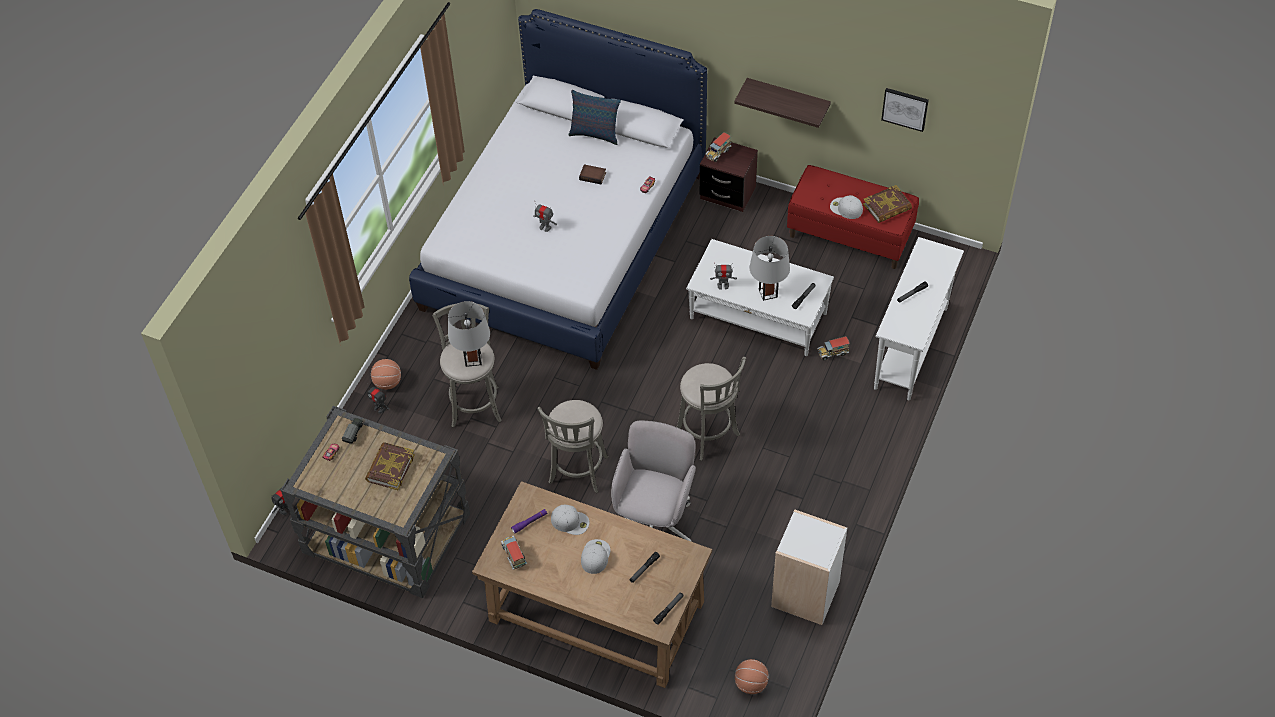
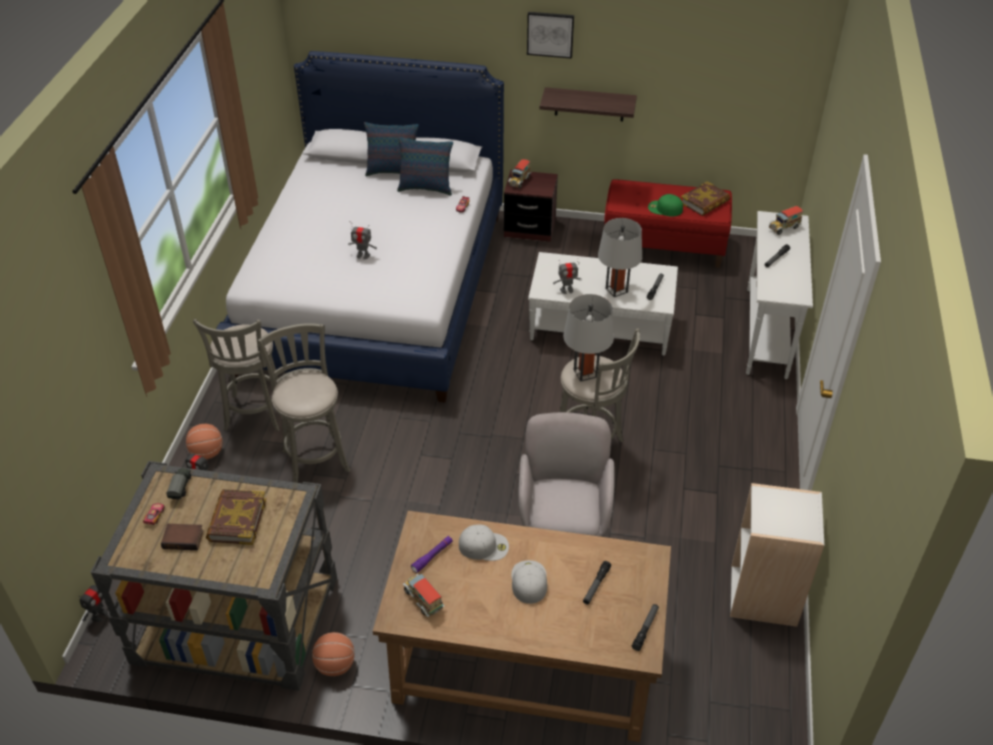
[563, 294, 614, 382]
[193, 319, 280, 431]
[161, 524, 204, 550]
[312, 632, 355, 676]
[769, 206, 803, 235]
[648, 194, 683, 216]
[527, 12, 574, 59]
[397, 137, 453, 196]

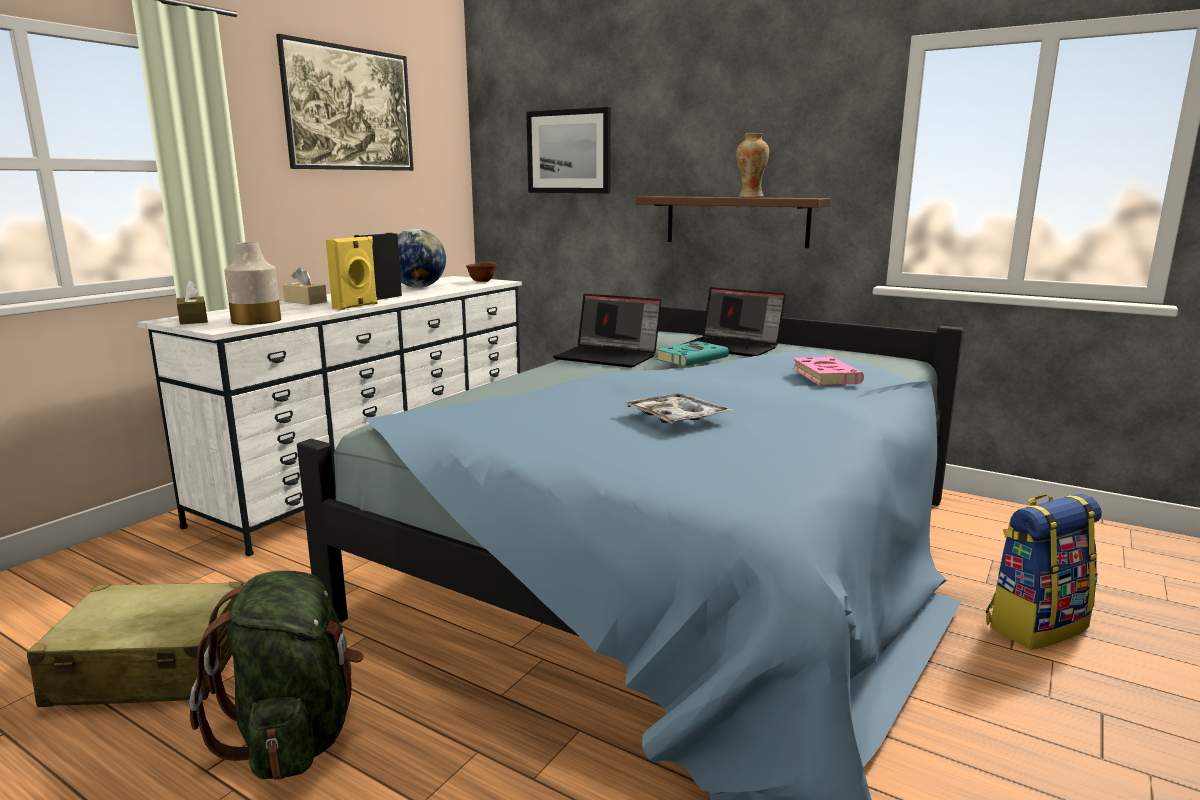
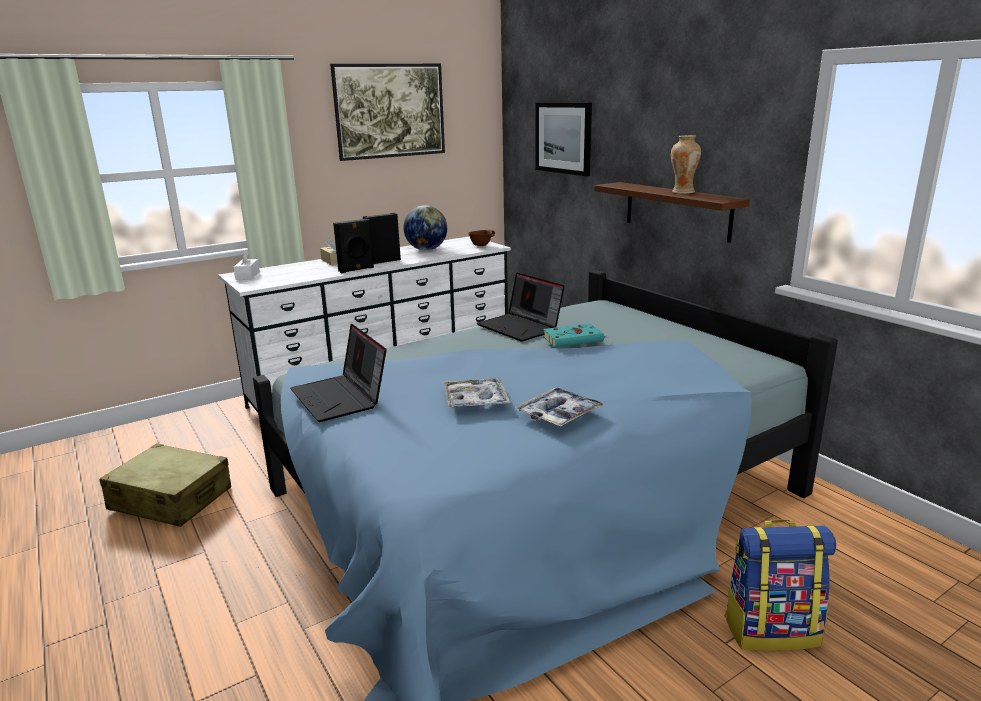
[233, 250, 260, 280]
[190, 571, 364, 780] (first image)
[224, 242, 281, 325] (first image)
[333, 219, 374, 273]
[290, 324, 386, 422]
[792, 356, 864, 385] (first image)
[515, 387, 604, 427]

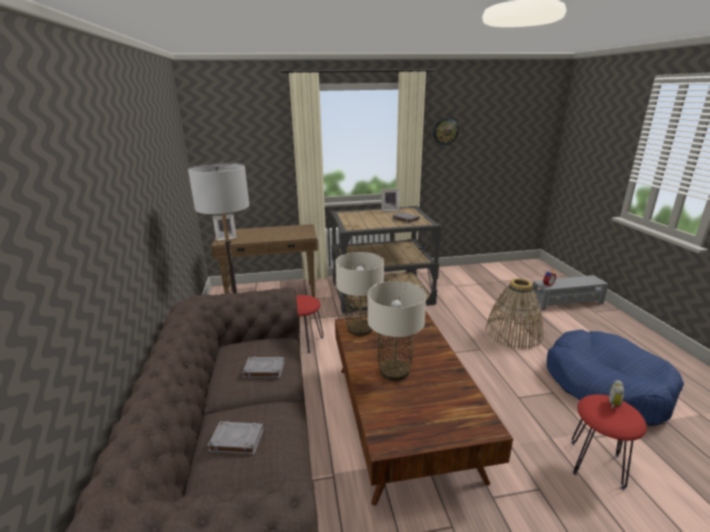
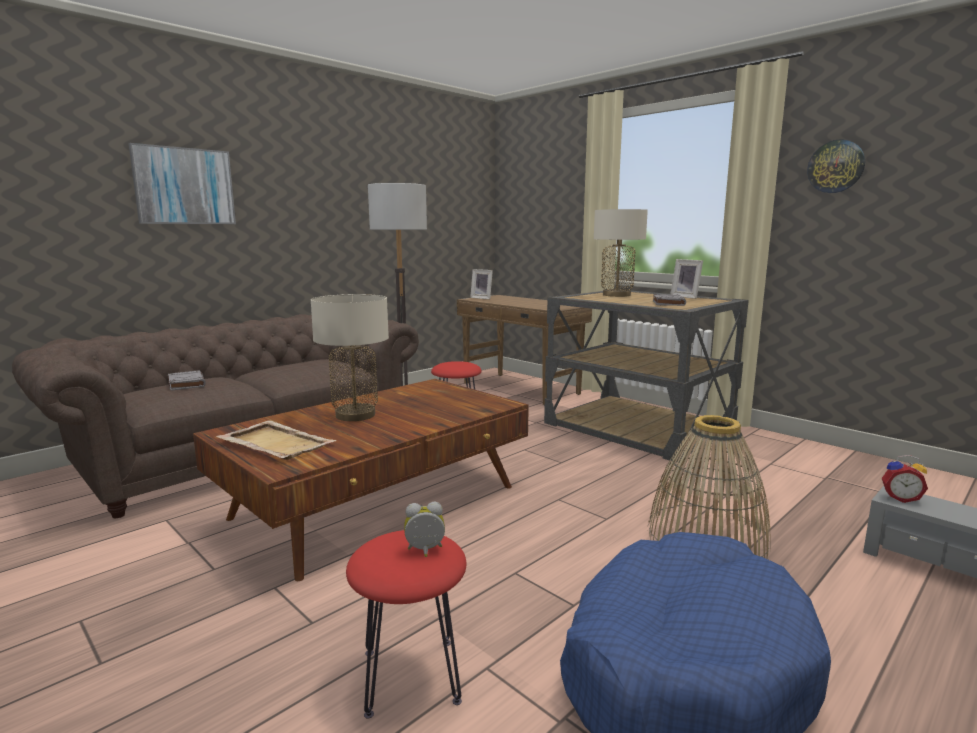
[242, 357, 285, 378] (first image)
[594, 209, 648, 297]
[128, 143, 236, 224]
[216, 420, 336, 460]

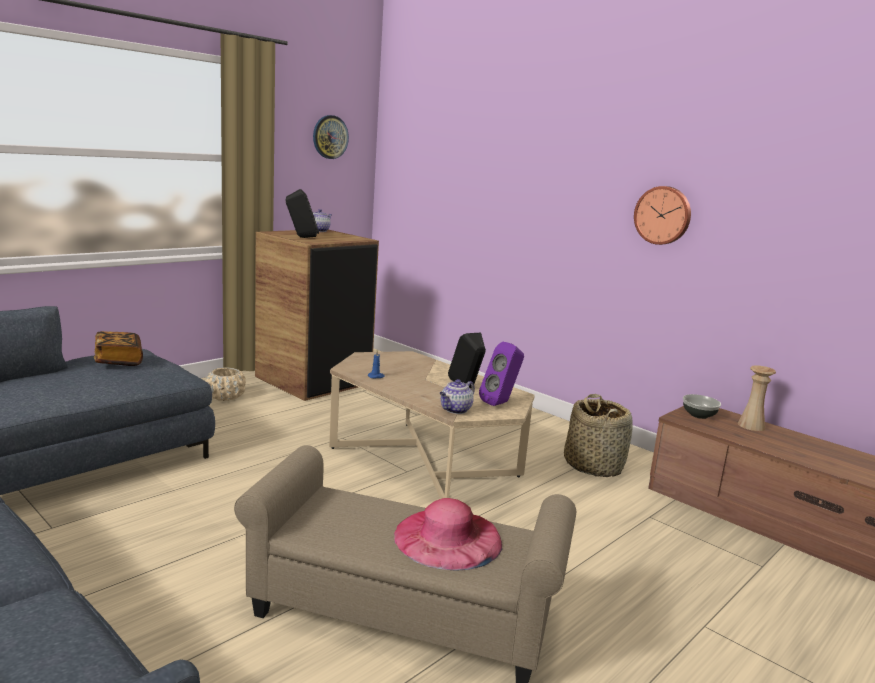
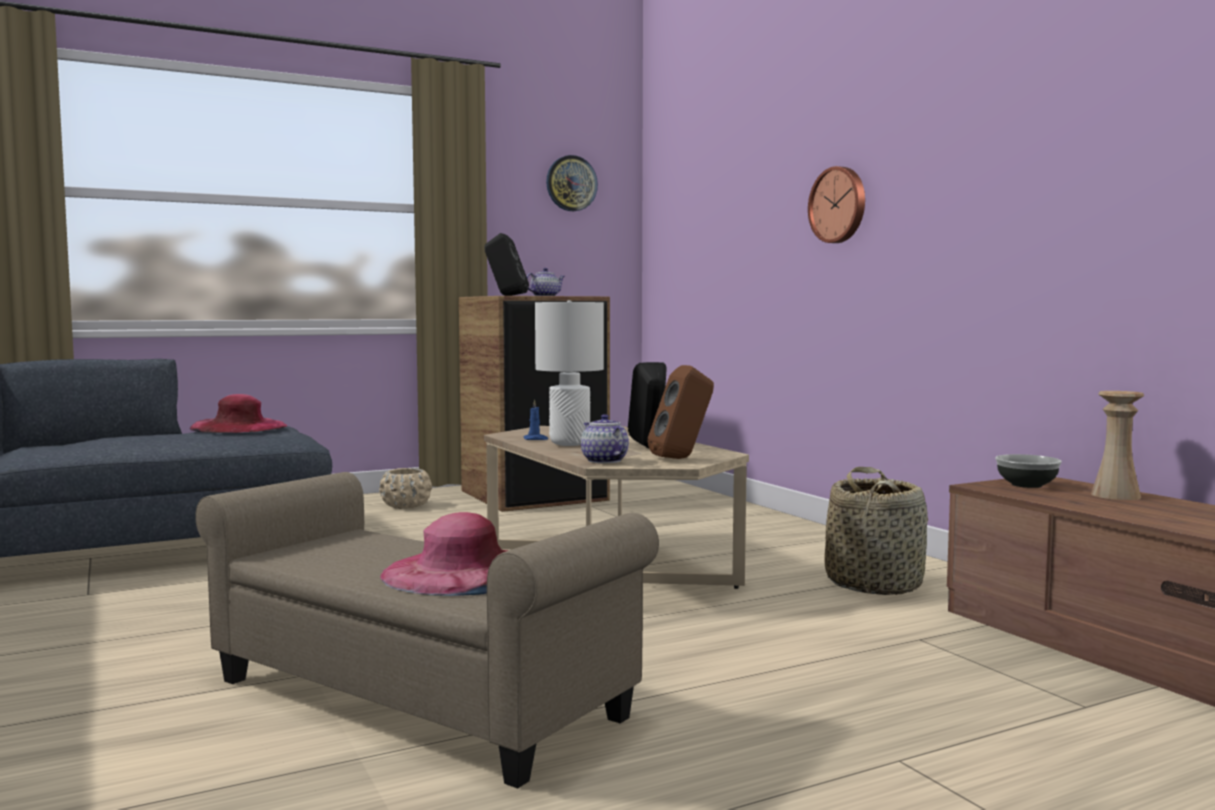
[190, 394, 287, 433]
[581, 414, 629, 463]
[647, 365, 714, 459]
[808, 166, 865, 243]
[535, 300, 604, 446]

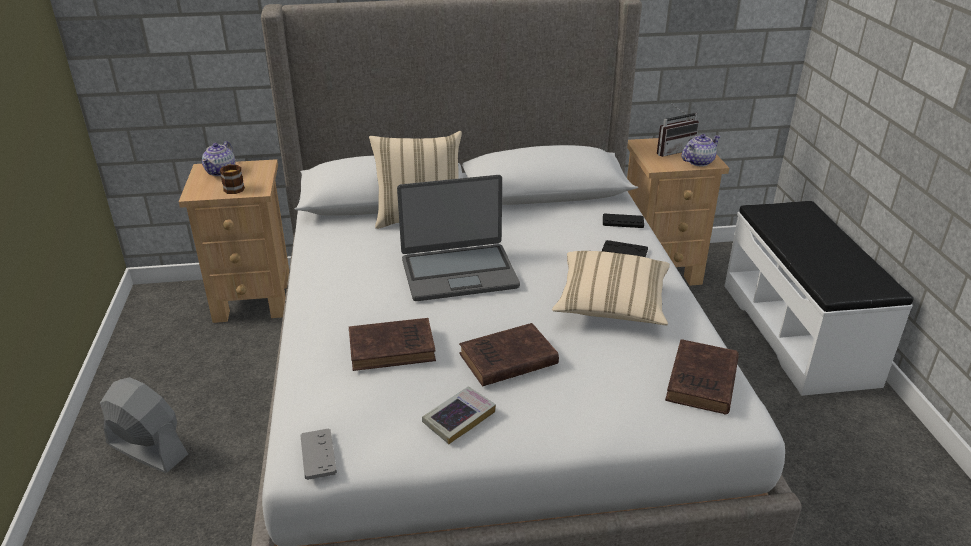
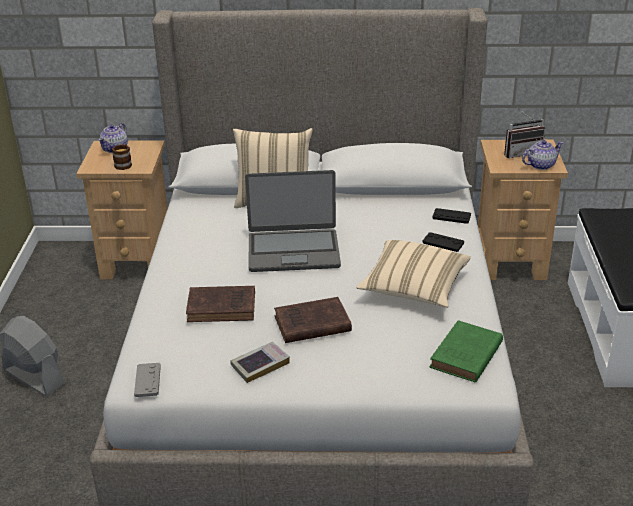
[429, 320, 503, 383]

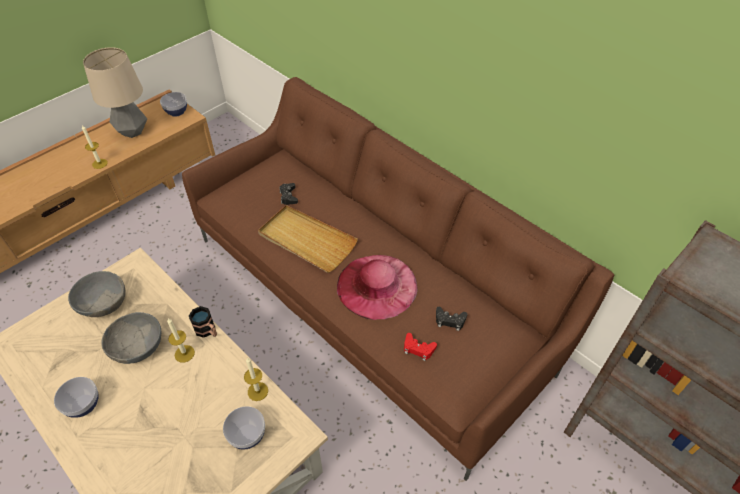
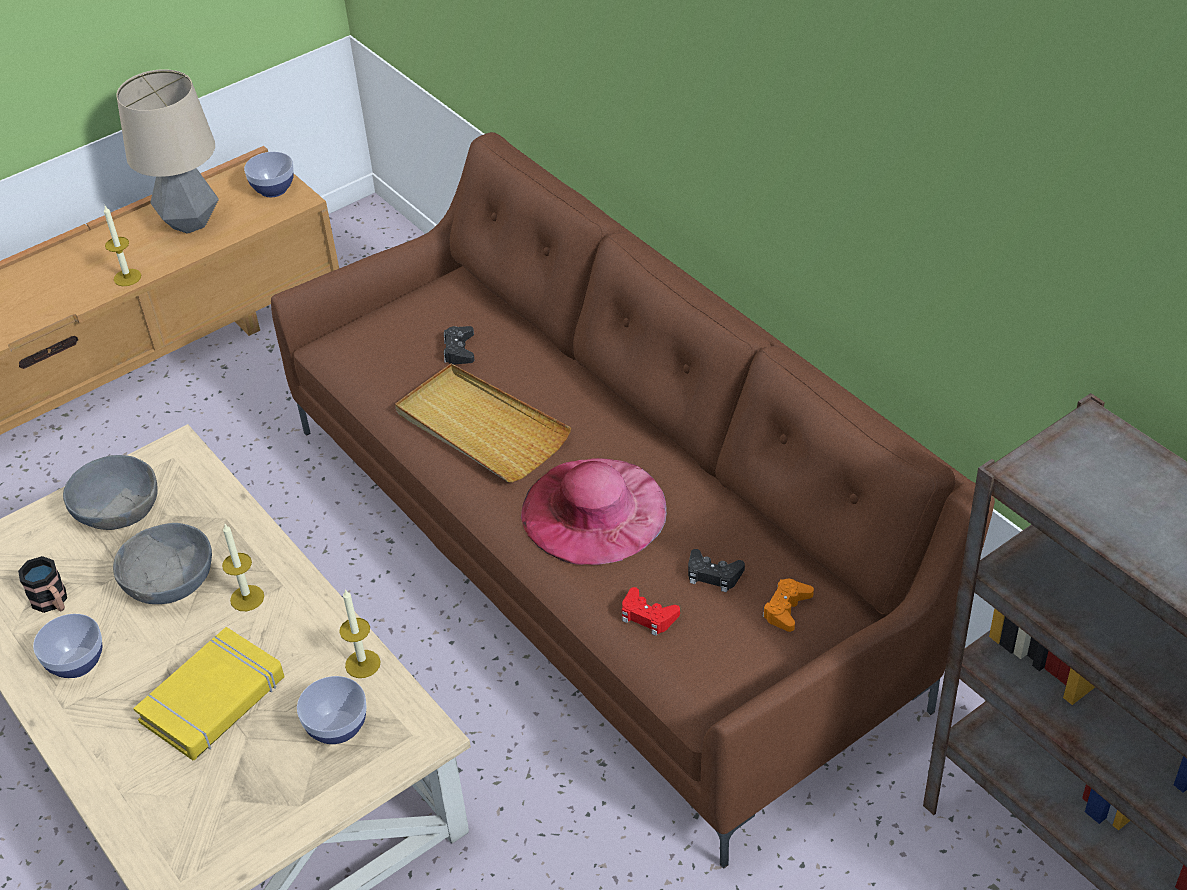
[18, 556, 67, 613]
[133, 627, 285, 760]
[762, 579, 814, 632]

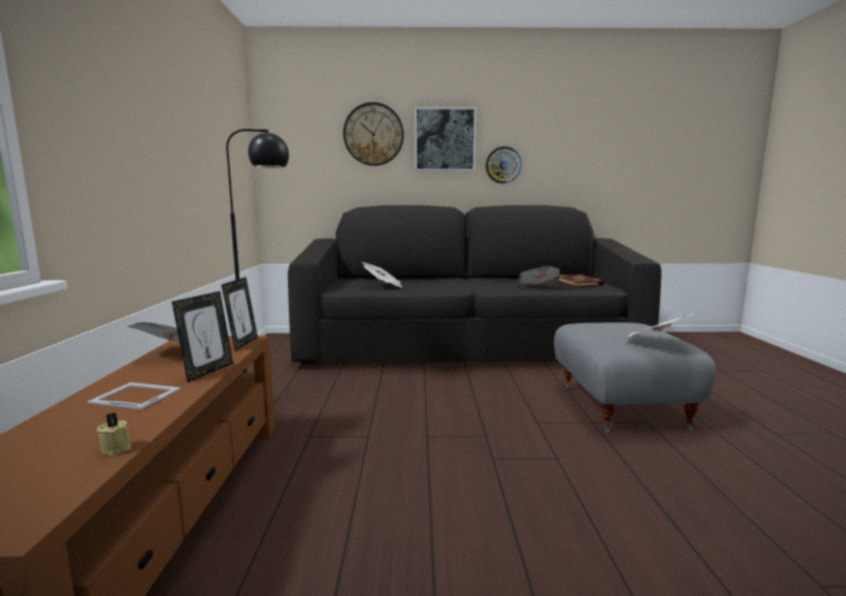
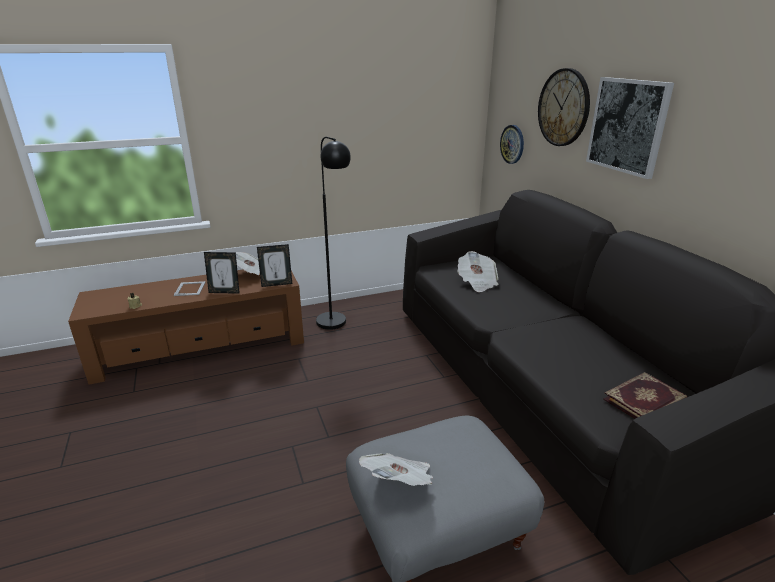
[500, 125, 524, 164]
[519, 266, 560, 284] (first image)

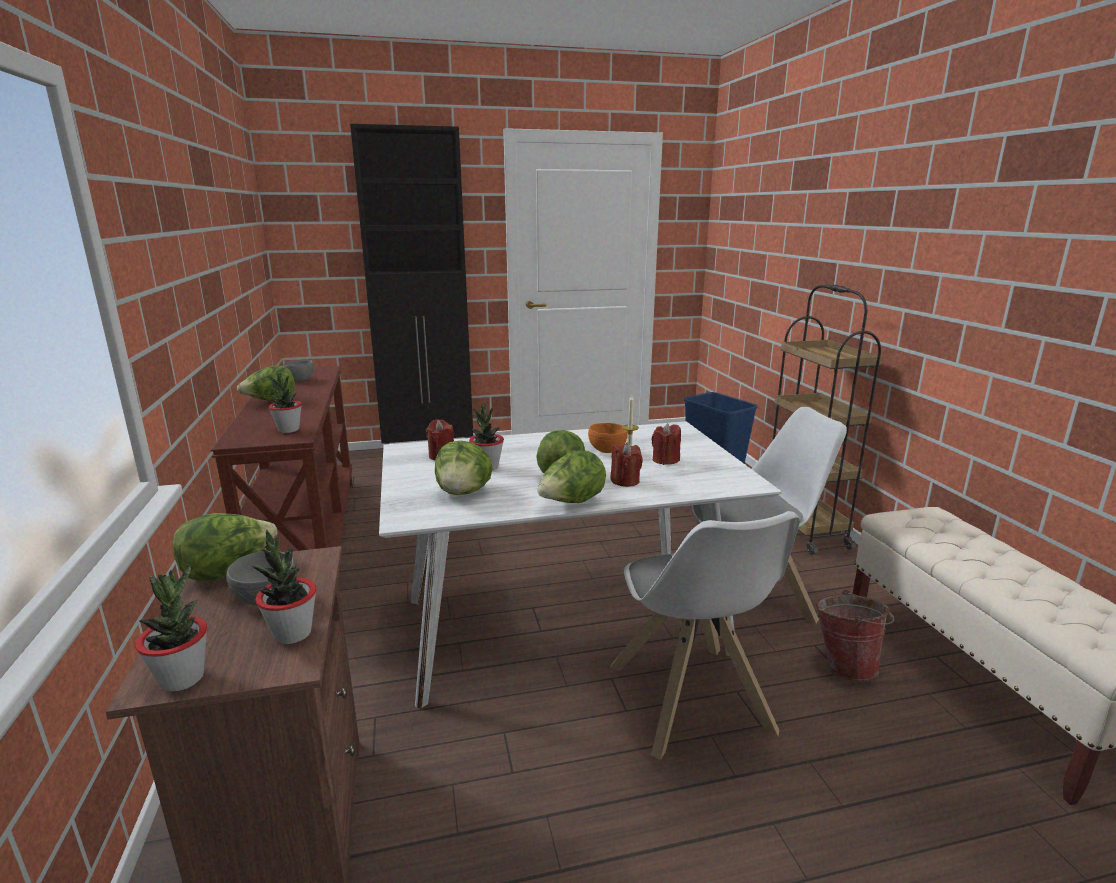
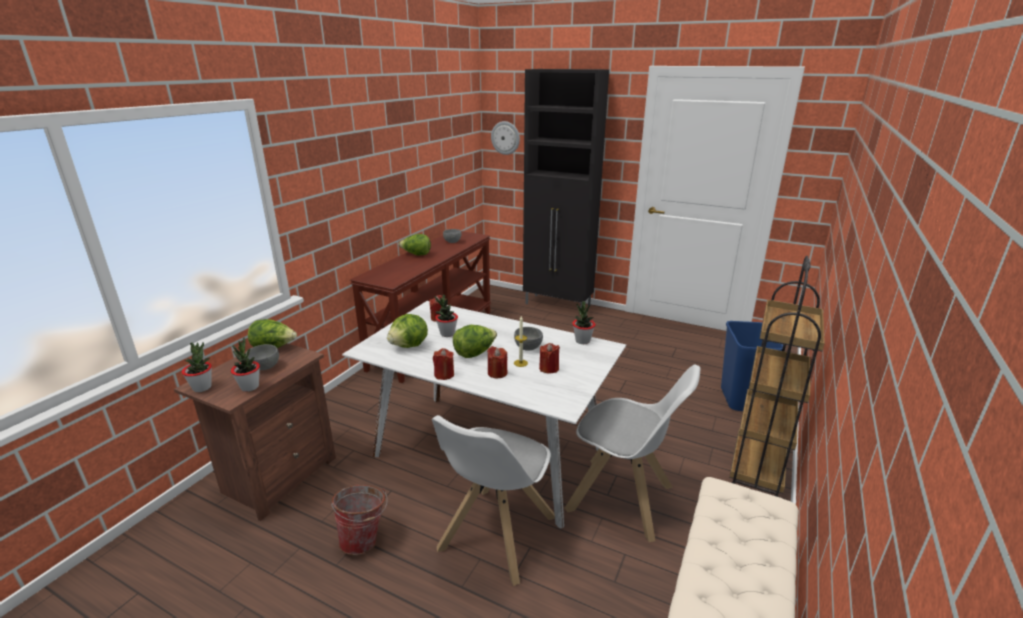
[572, 301, 596, 344]
[433, 348, 454, 380]
[514, 327, 543, 351]
[331, 485, 387, 555]
[491, 121, 520, 155]

